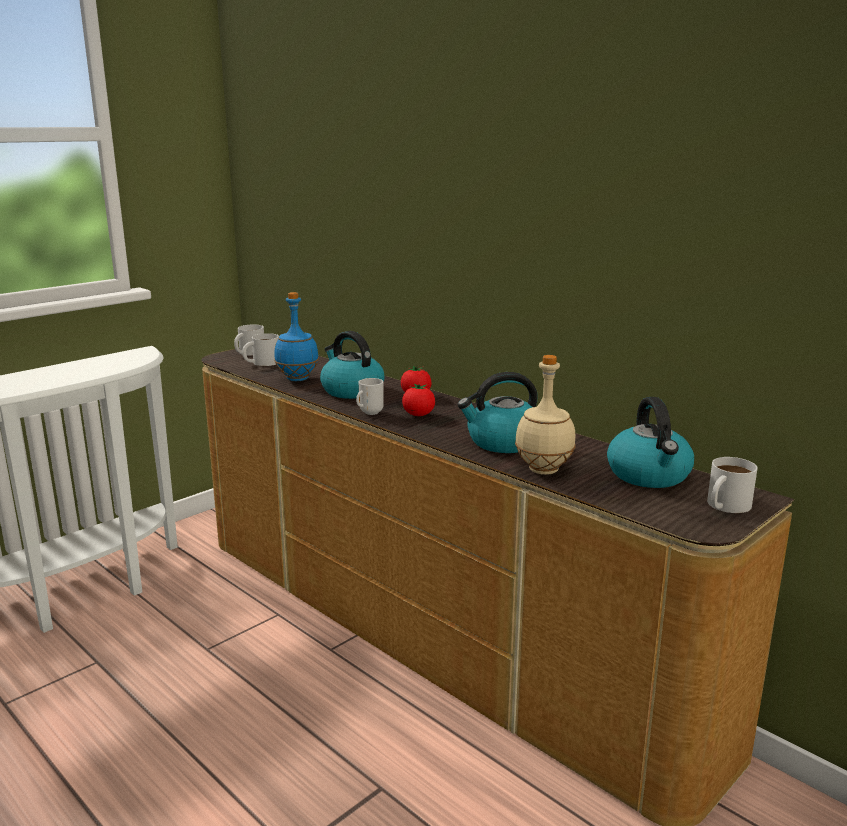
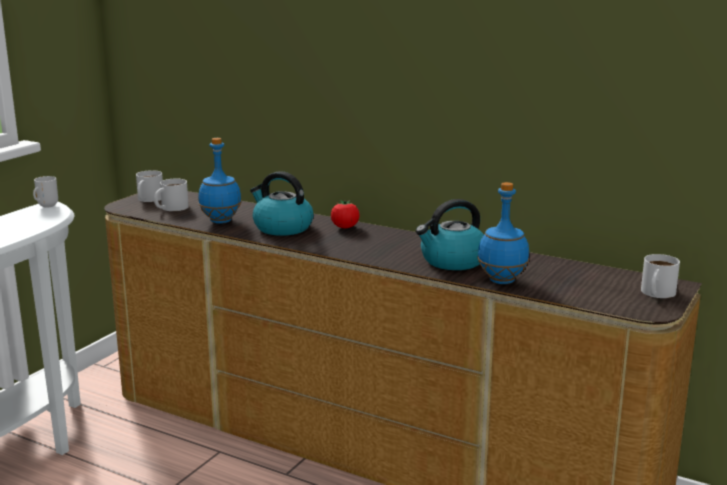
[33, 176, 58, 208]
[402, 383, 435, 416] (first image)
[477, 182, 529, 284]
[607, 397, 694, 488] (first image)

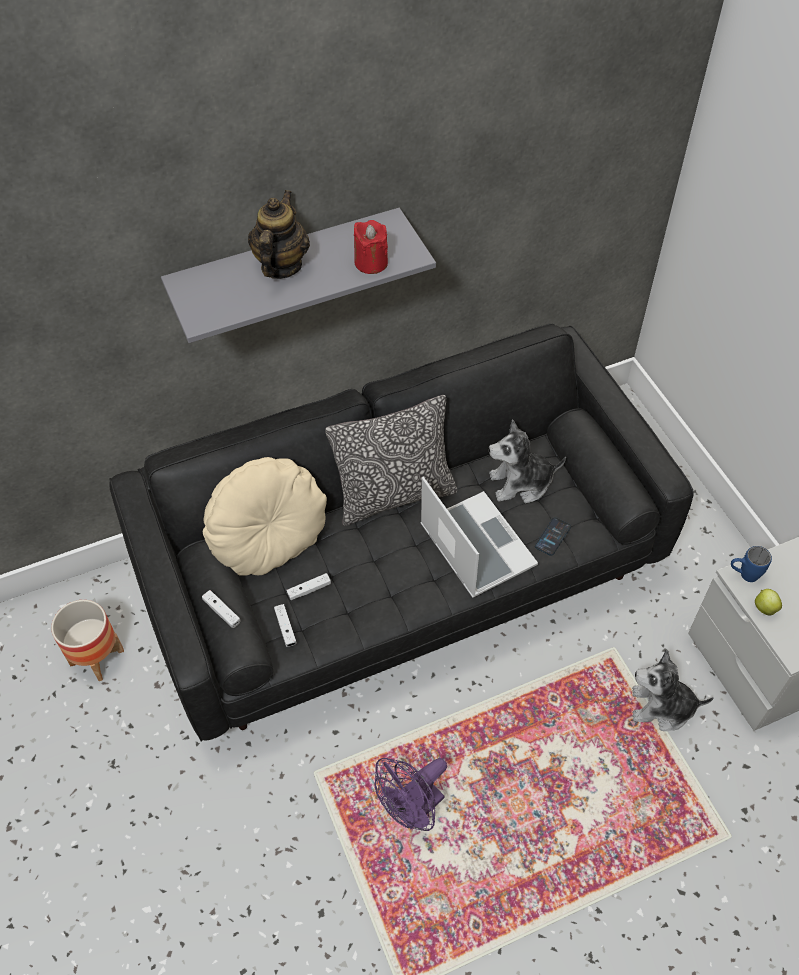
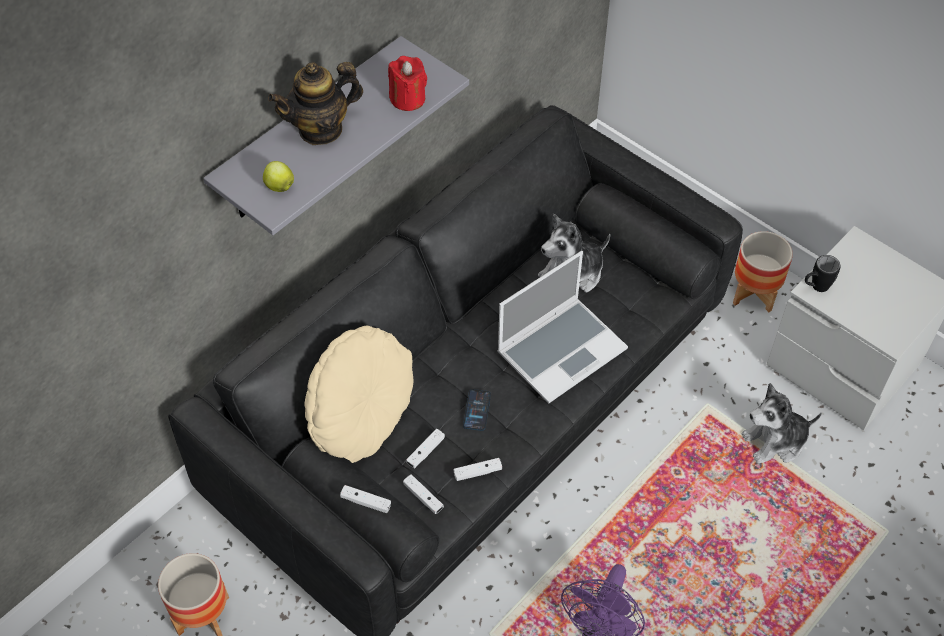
[268, 62, 363, 145]
[325, 395, 457, 526] (first image)
[497, 251, 628, 404]
[463, 389, 491, 431]
[805, 255, 840, 292]
[263, 161, 294, 192]
[454, 458, 502, 481]
[733, 231, 793, 312]

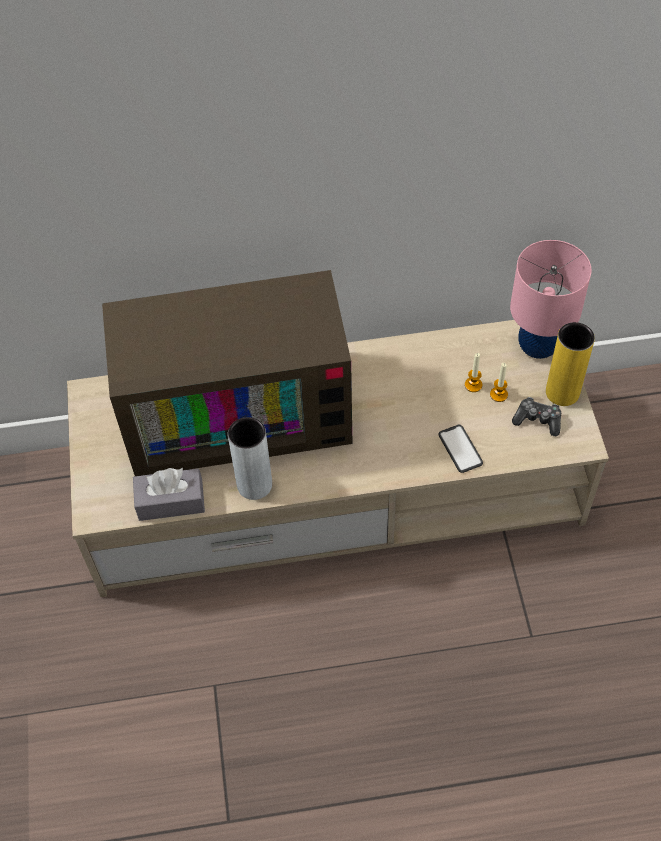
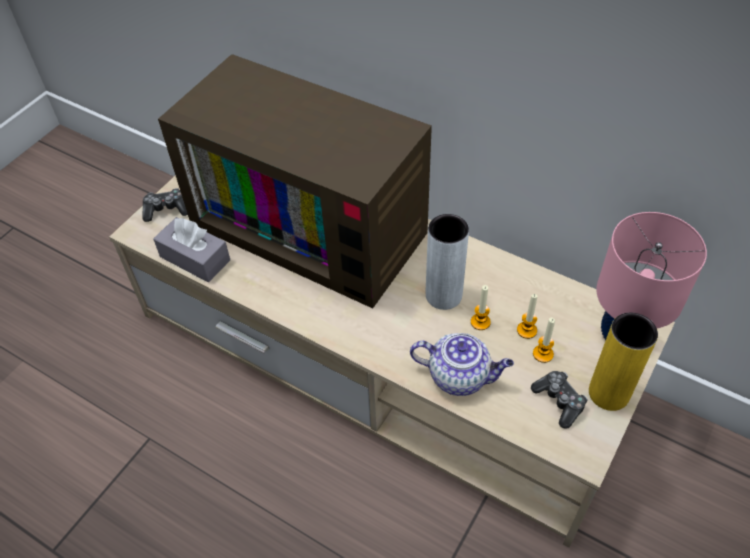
[426, 214, 469, 310]
[410, 333, 514, 396]
[142, 188, 188, 222]
[471, 285, 491, 330]

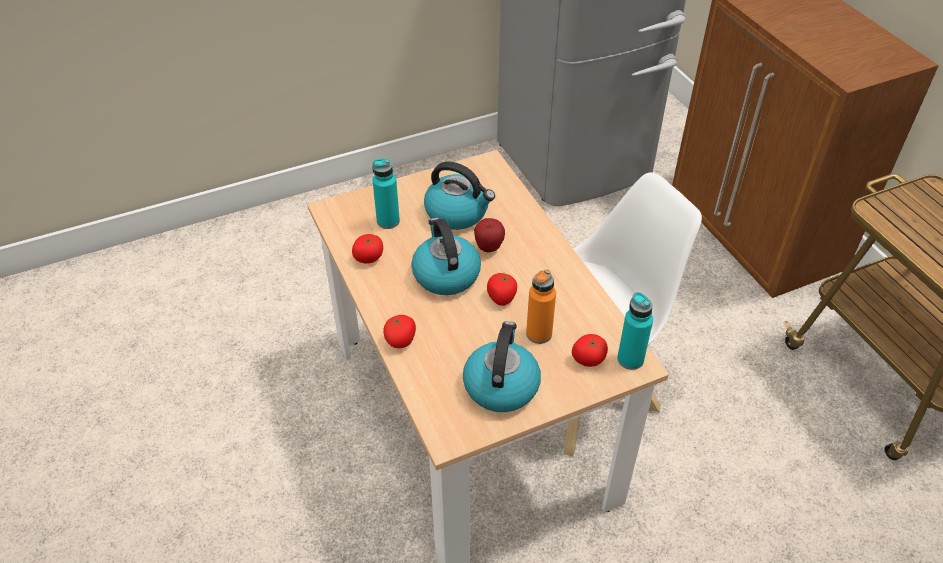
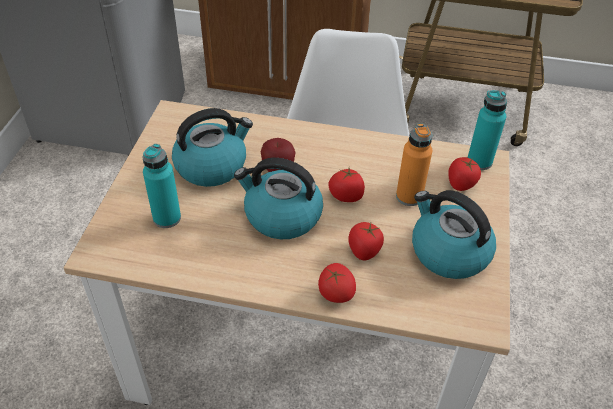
[348, 222, 384, 261]

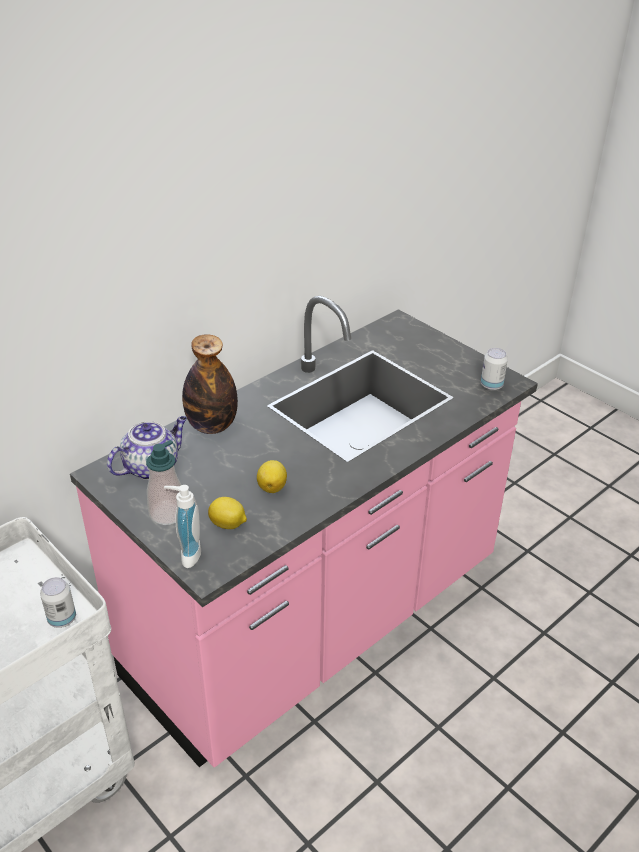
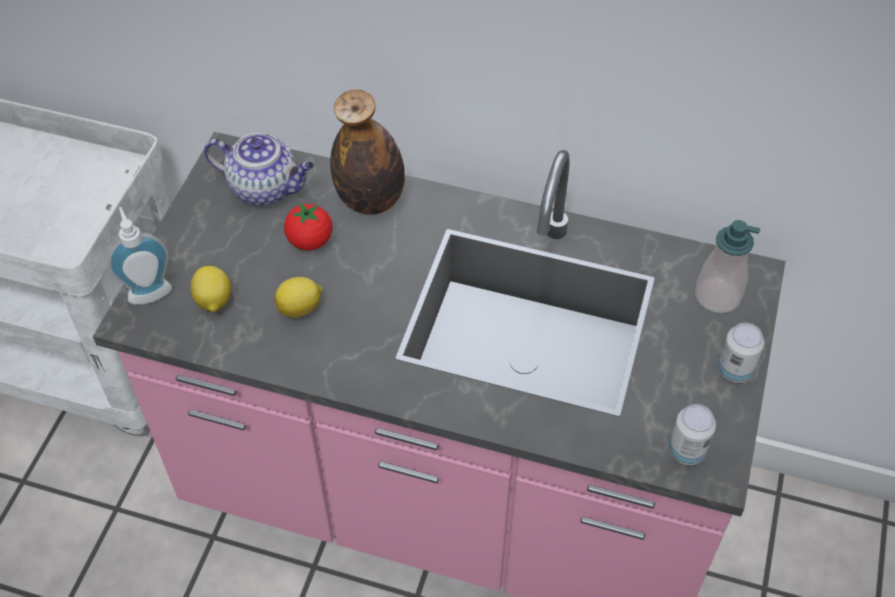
[718, 323, 764, 383]
[695, 220, 760, 313]
[284, 202, 333, 251]

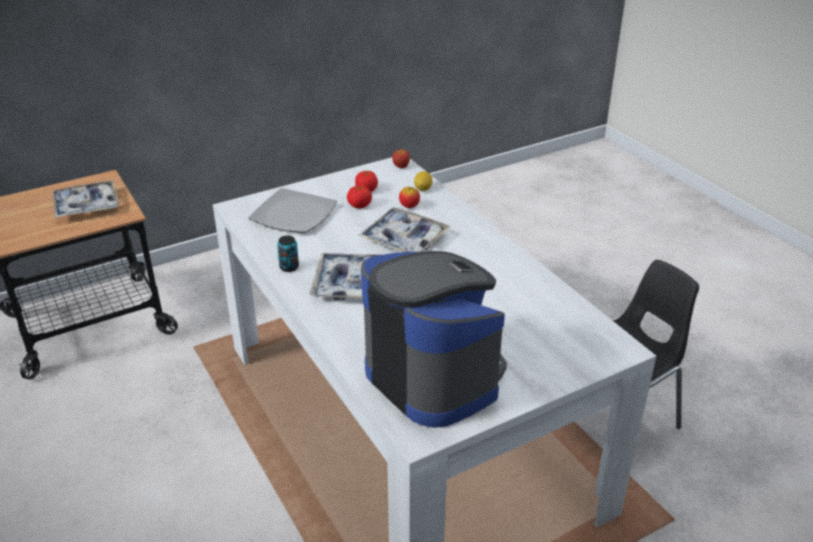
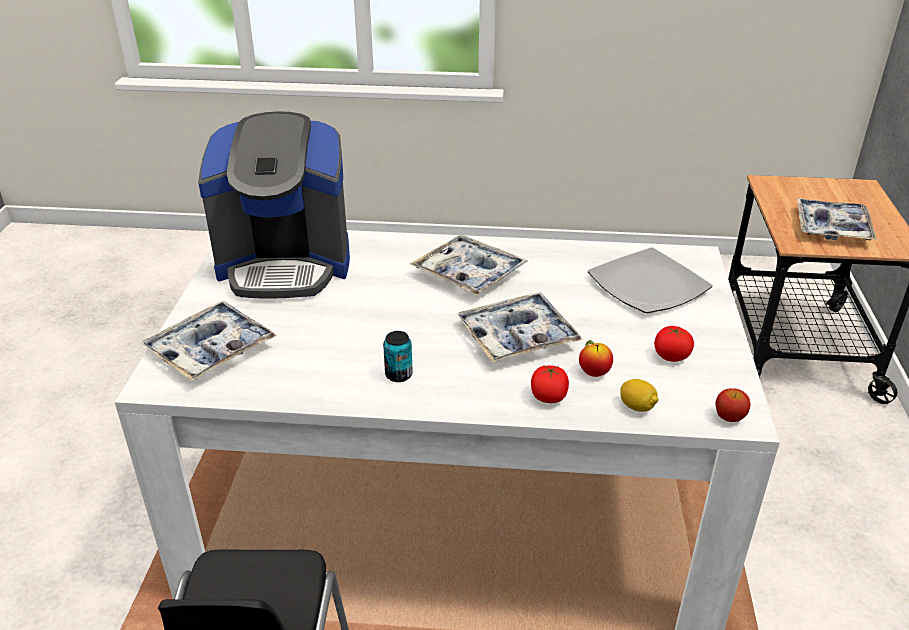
[383, 331, 413, 382]
[531, 365, 569, 403]
[142, 301, 276, 381]

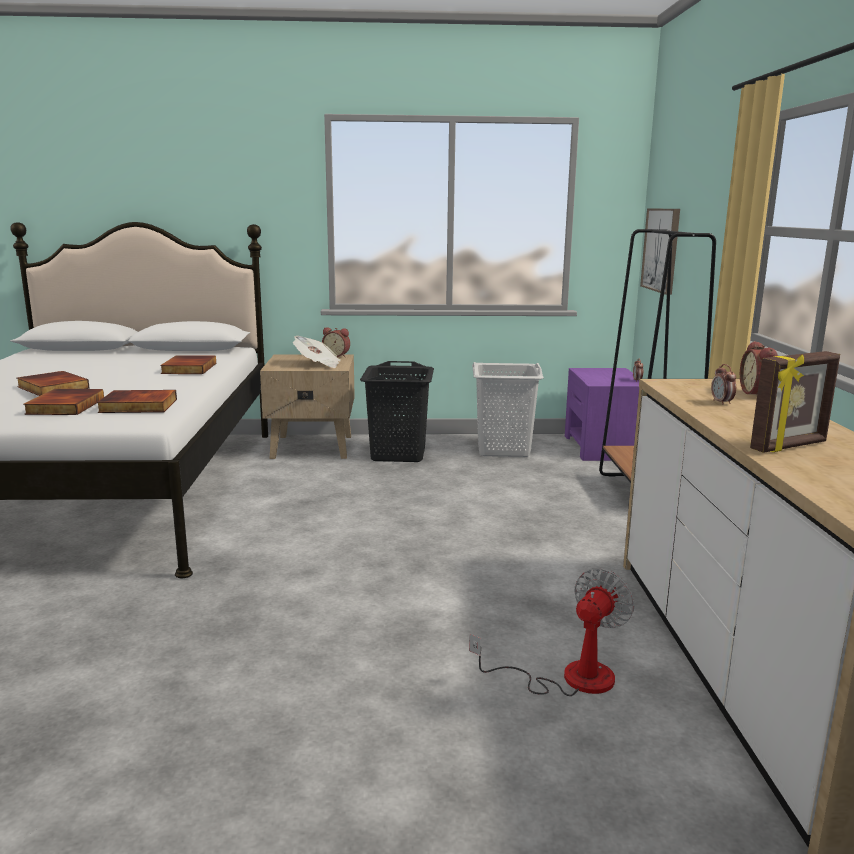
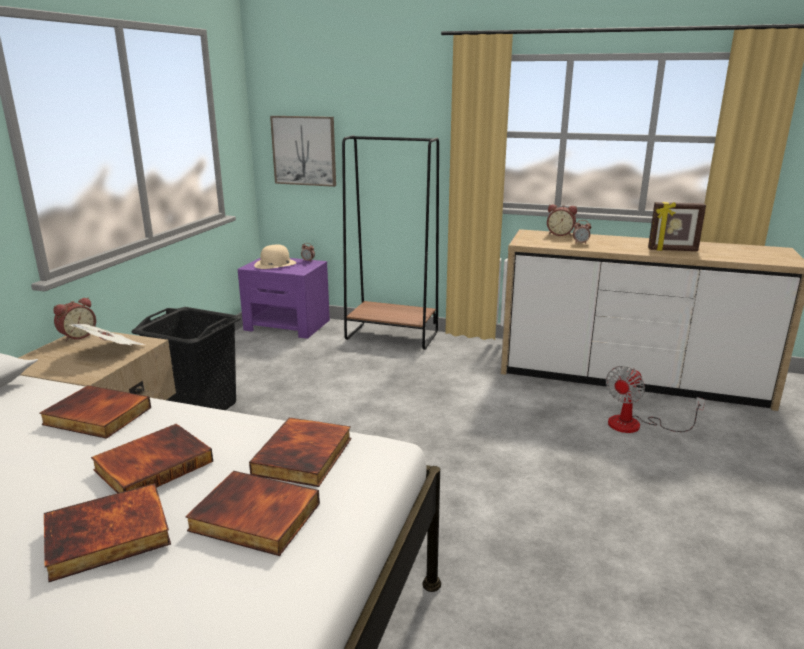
[606, 366, 705, 433]
[472, 362, 544, 457] (first image)
[648, 202, 706, 251]
[91, 424, 213, 493]
[254, 245, 296, 269]

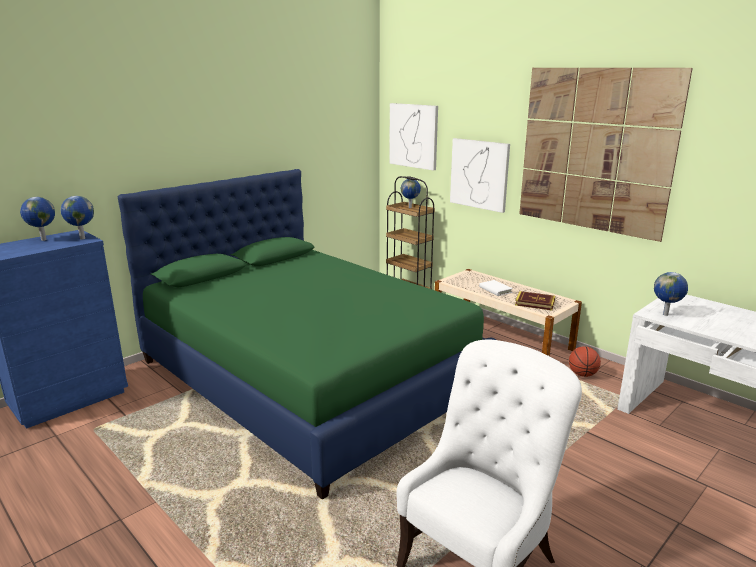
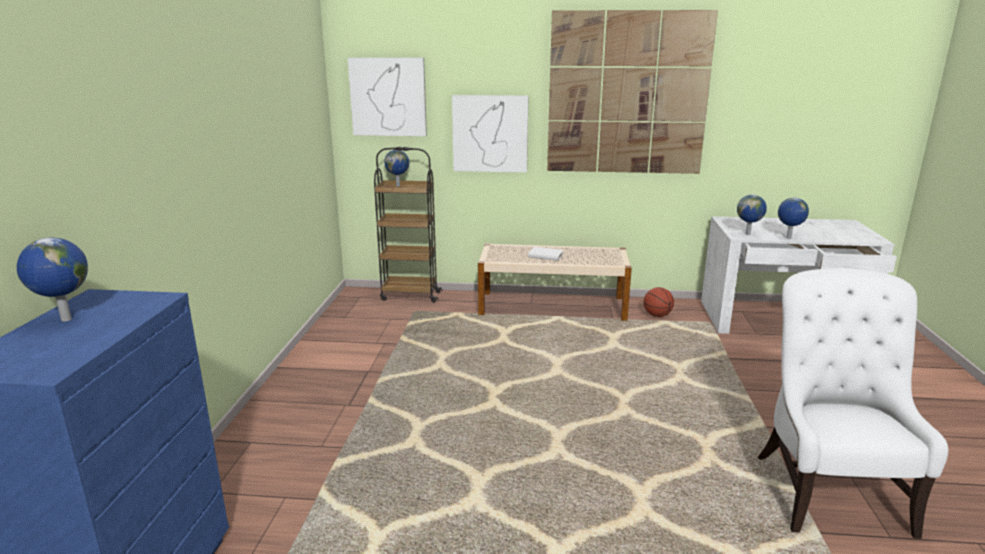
[778, 198, 809, 239]
[118, 169, 496, 500] (first image)
[515, 291, 555, 310] (first image)

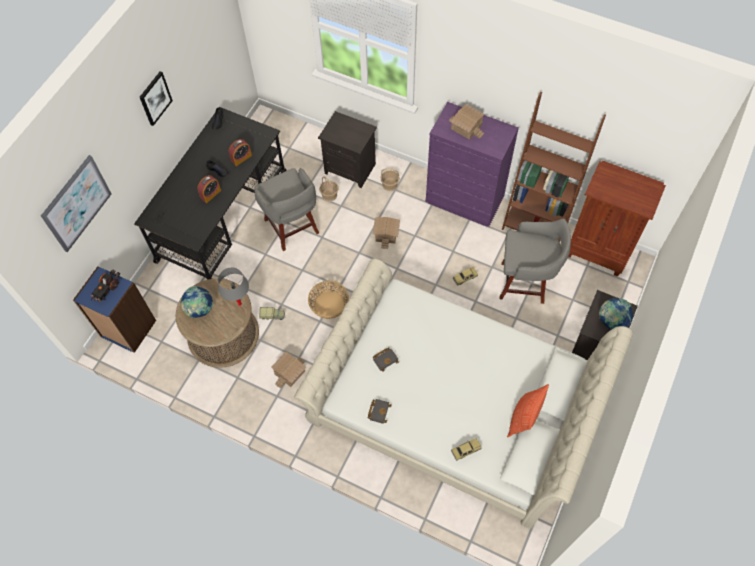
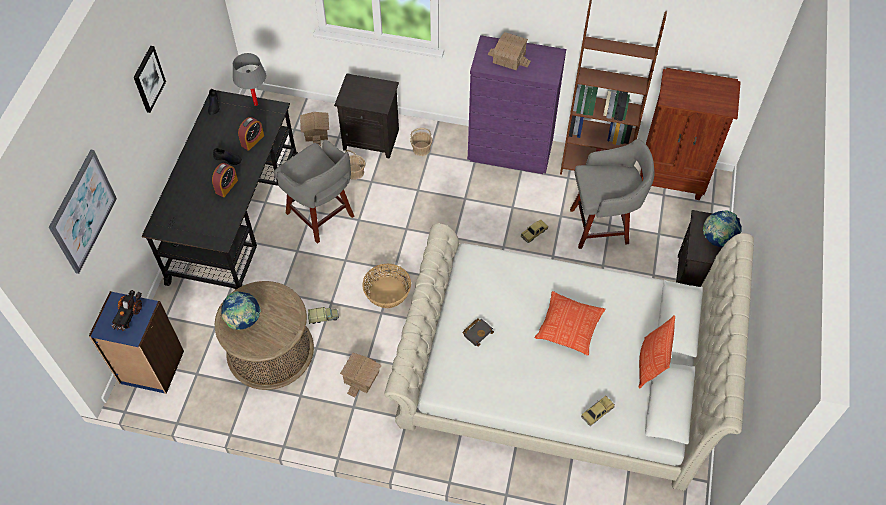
[233, 53, 266, 106]
[367, 399, 392, 424] (first image)
[300, 112, 329, 146]
[535, 291, 606, 356]

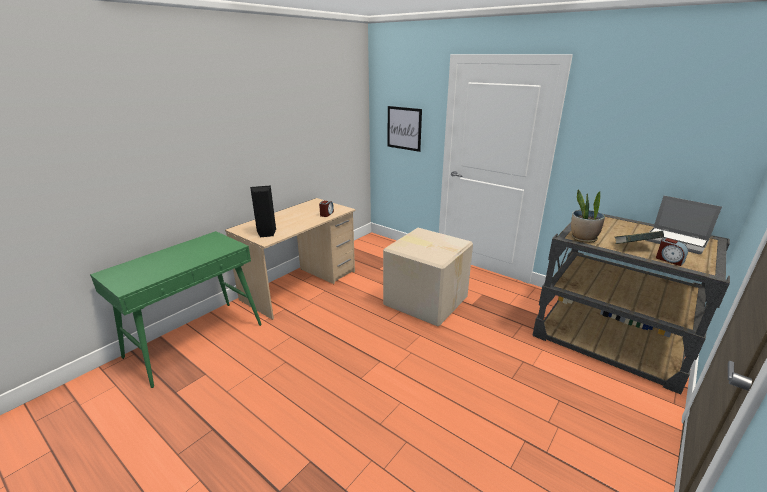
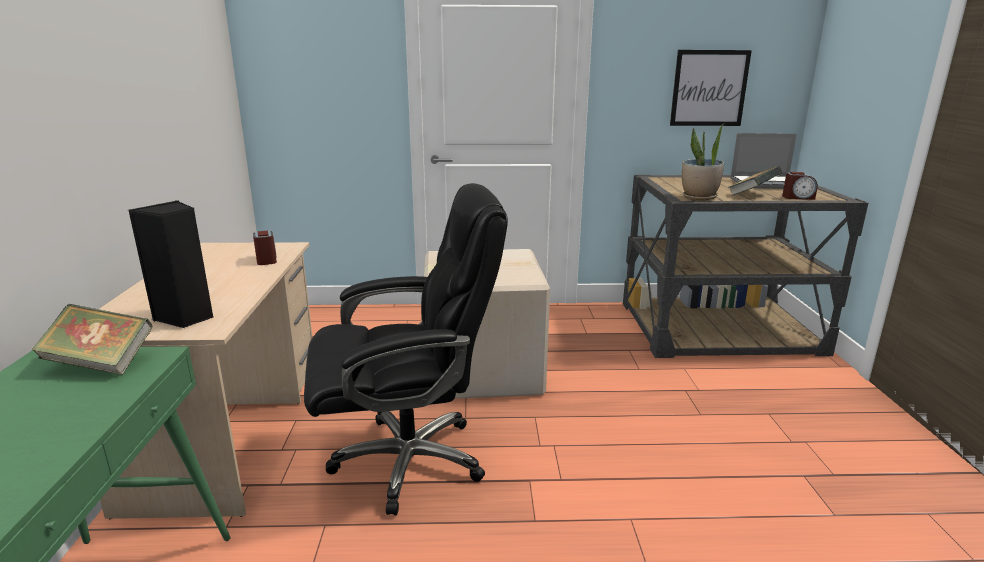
[670, 50, 752, 126]
[31, 304, 153, 375]
[304, 183, 508, 515]

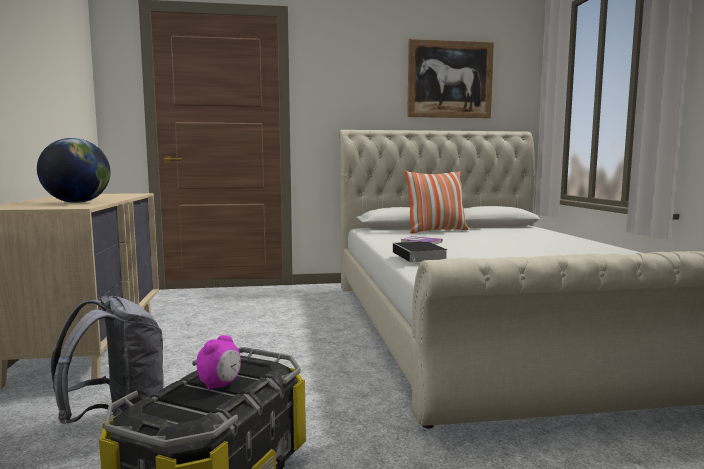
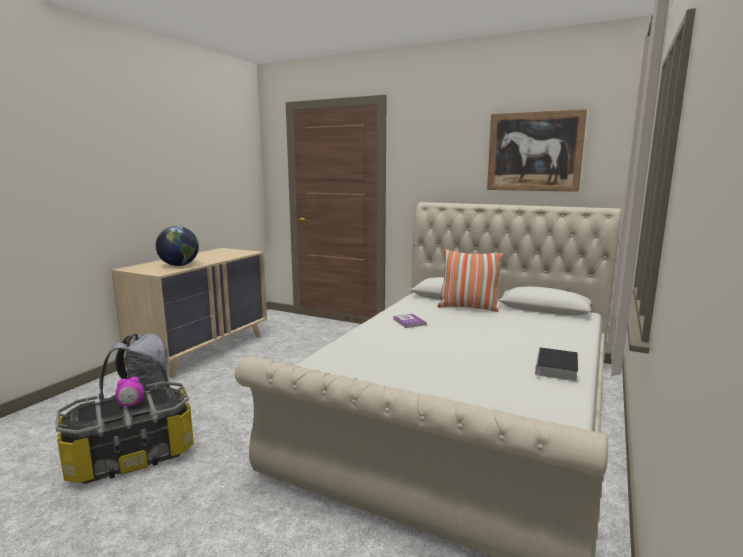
[535, 347, 578, 381]

